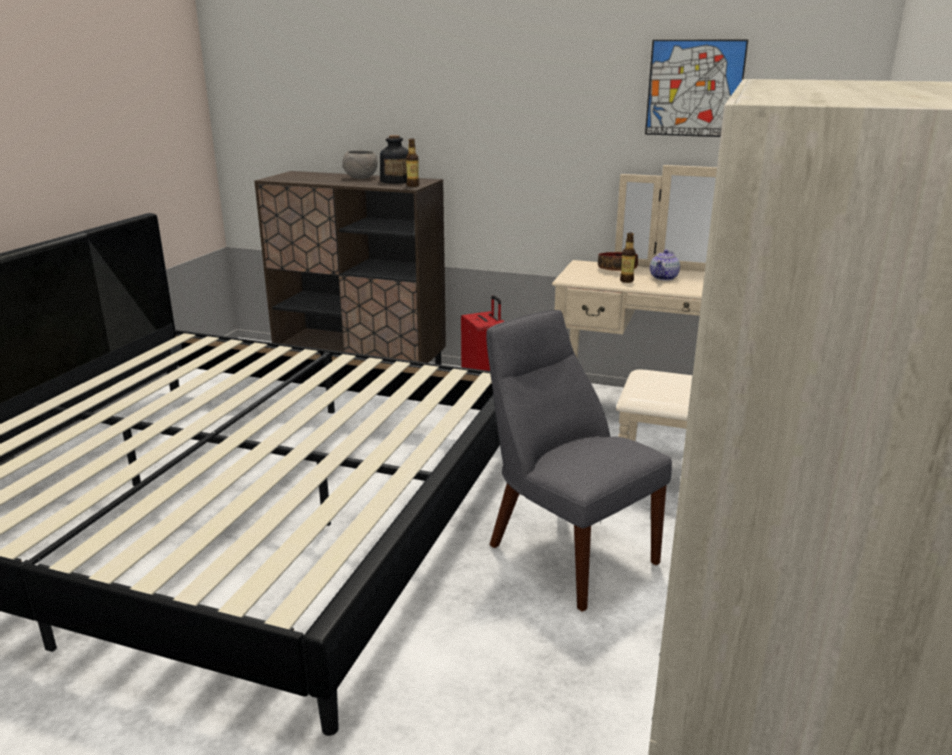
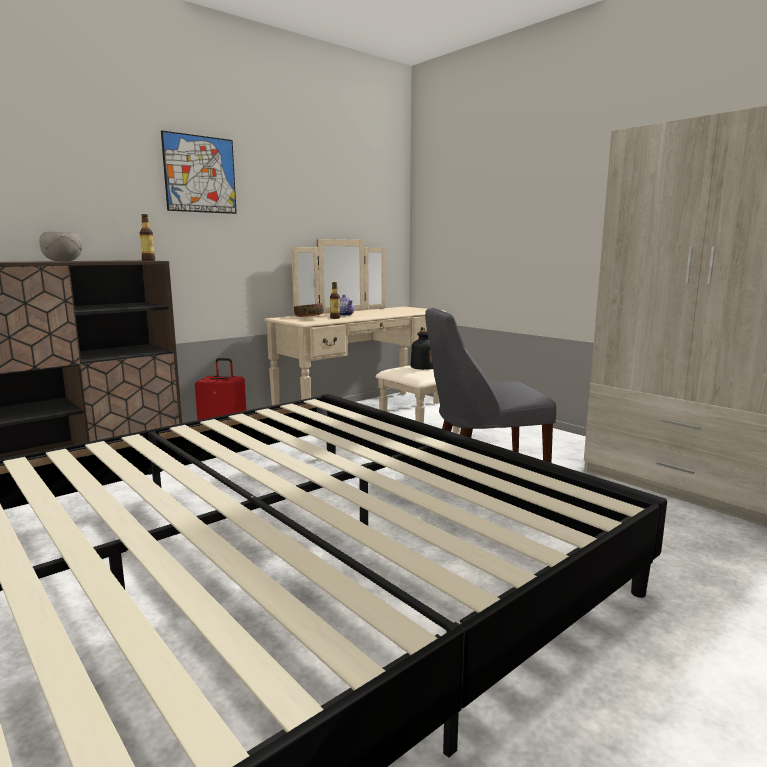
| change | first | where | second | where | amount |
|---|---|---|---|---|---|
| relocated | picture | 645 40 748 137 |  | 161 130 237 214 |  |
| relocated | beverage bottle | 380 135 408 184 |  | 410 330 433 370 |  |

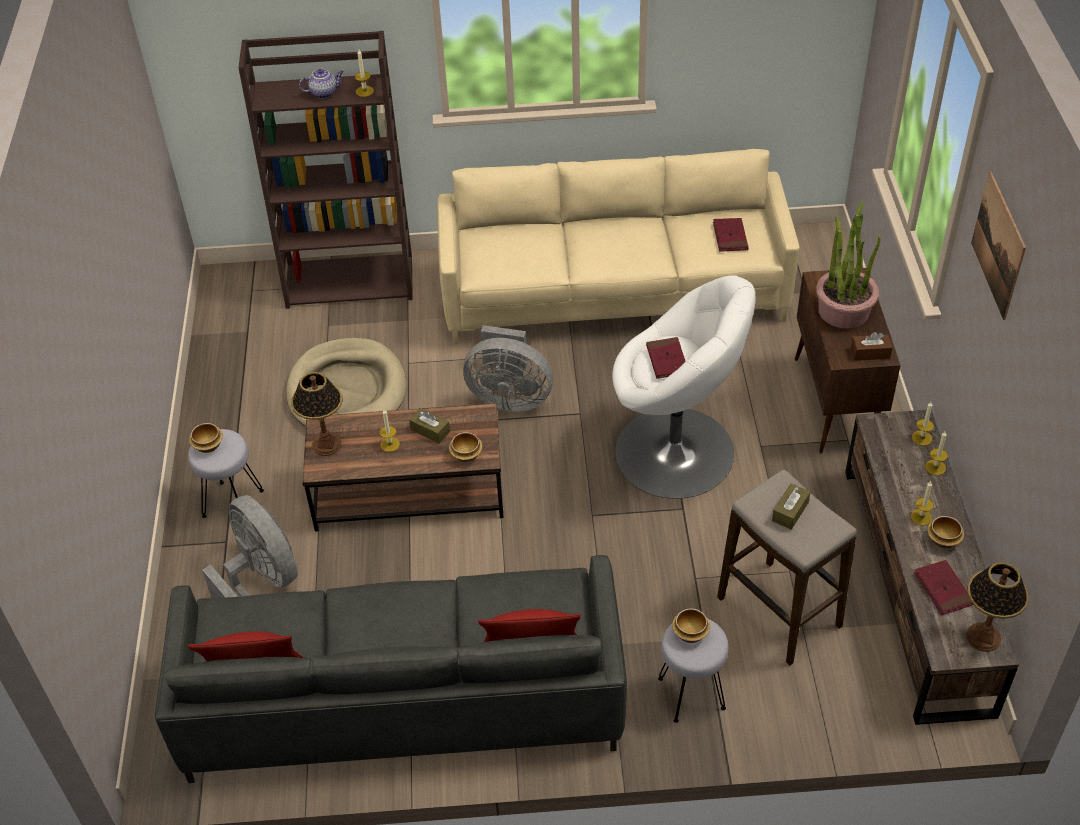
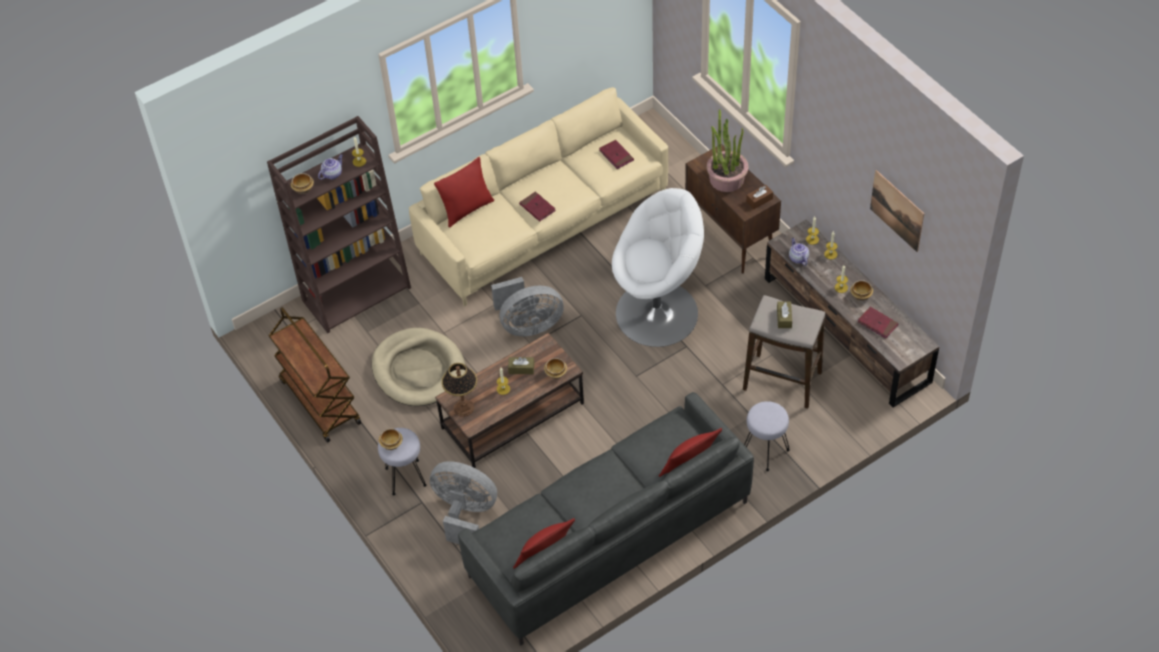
| change | first | where | second | where | amount |
|---|---|---|---|---|---|
| appeared |  |  | brownish wheeled cart | 269 307 361 442 |  |
| relocated | bowl | 672 609 710 643 |  | 291 173 314 194 |  |
| appeared |  |  | red pillow | 434 157 494 227 |  |
| relocated | red book | 646 337 686 379 |  | 519 191 556 222 |  |
| appeared |  |  | tea pot | 789 238 809 266 |  |
| relocated | picture | 971 171 1026 320 |  | 870 170 924 252 |  |
| missing | lamp for a table | 966 562 1029 652 |  |  |  |

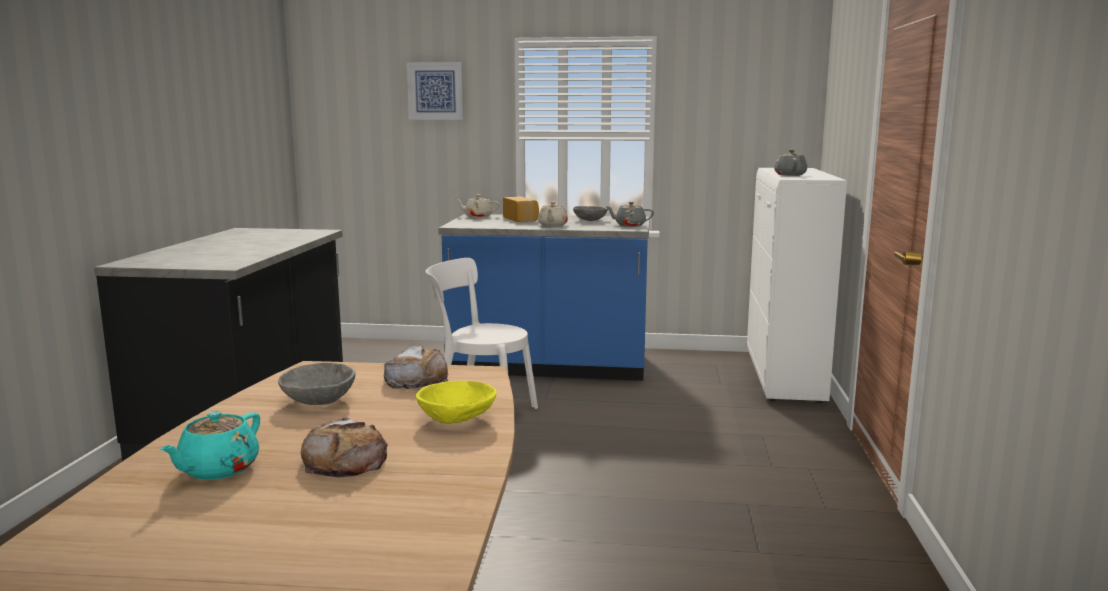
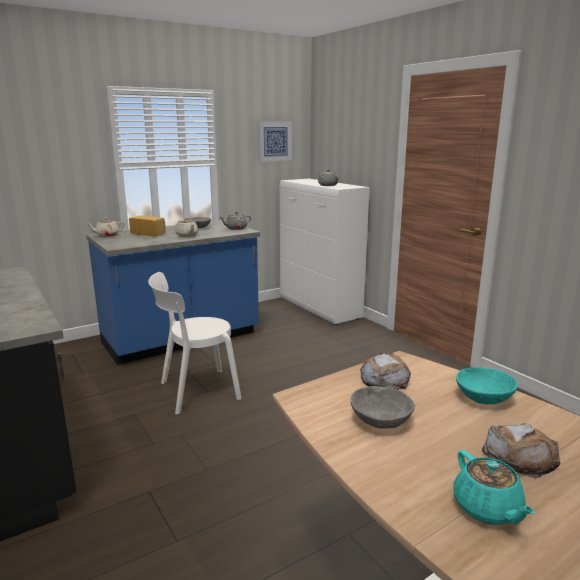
| change | first | where | second | where | amount |
|---|---|---|---|---|---|
| relocated | picture | 407 62 464 120 |  | 258 121 292 162 |  |
| colour | yellowish bowl | 416 381 497 424 | turquoise bowl | 456 367 518 405 |  |

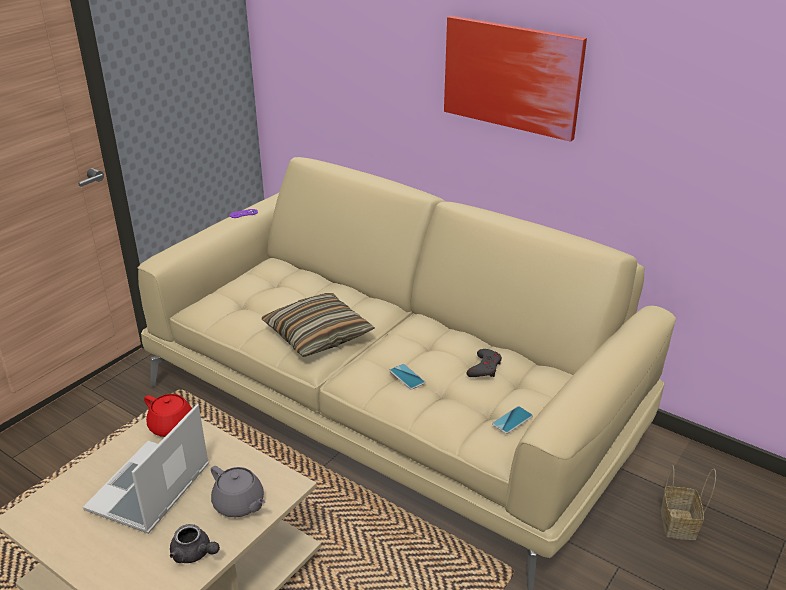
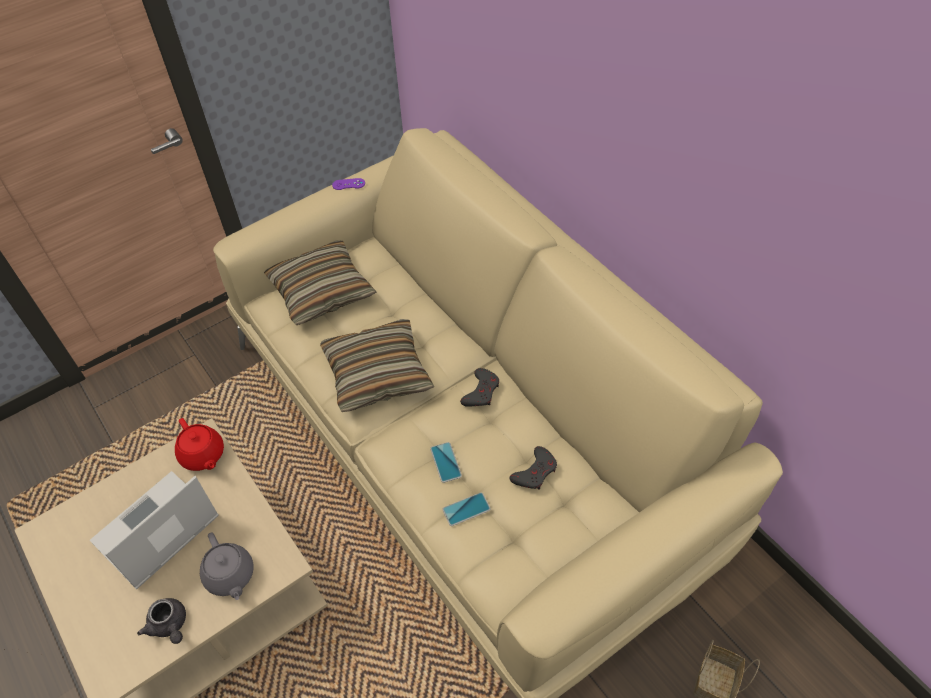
| change | first | where | second | where | amount |
|---|---|---|---|---|---|
| appeared |  |  | pillow | 264 241 376 325 |  |
| relocated | phone | 492 406 533 434 |  | 442 493 490 526 |  |
| appeared |  |  | greyish game controller | 460 368 499 407 |  |
| missing | picture | 444 16 587 142 |  |  |  |

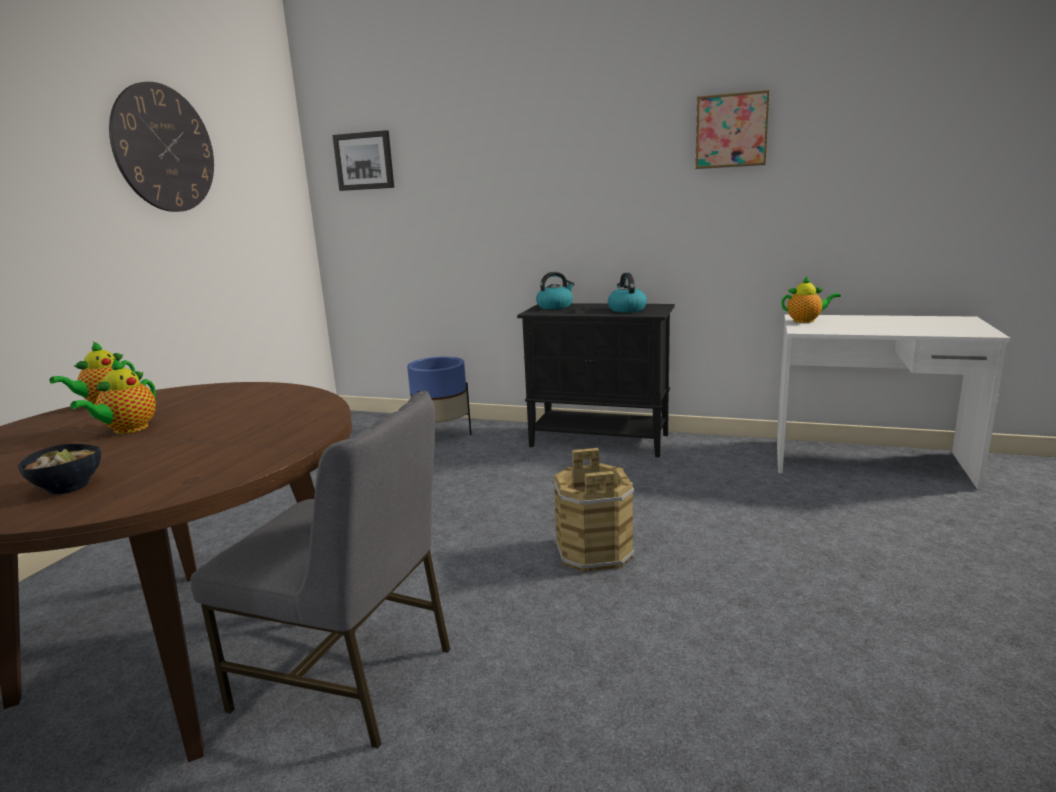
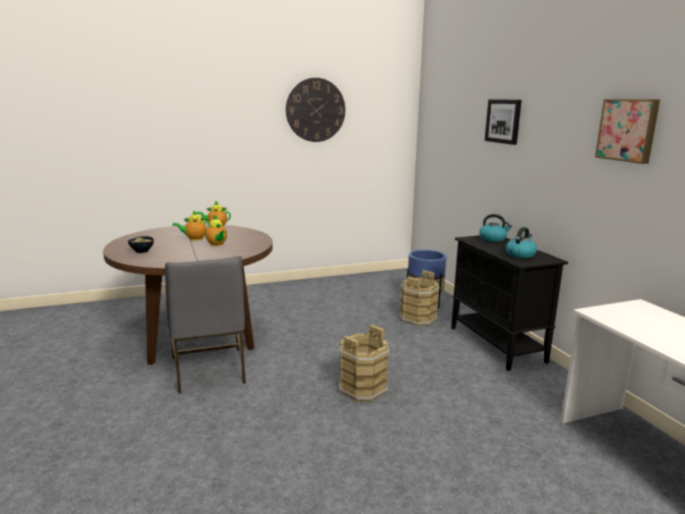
| change | first | where | second | where | amount |
|---|---|---|---|---|---|
| relocated | tea pot | 781 276 841 323 |  | 205 215 227 246 |  |
| appeared |  |  | brownish pail | 399 270 440 326 |  |
| relocated | picture | 332 130 394 191 |  | 485 99 522 145 |  |

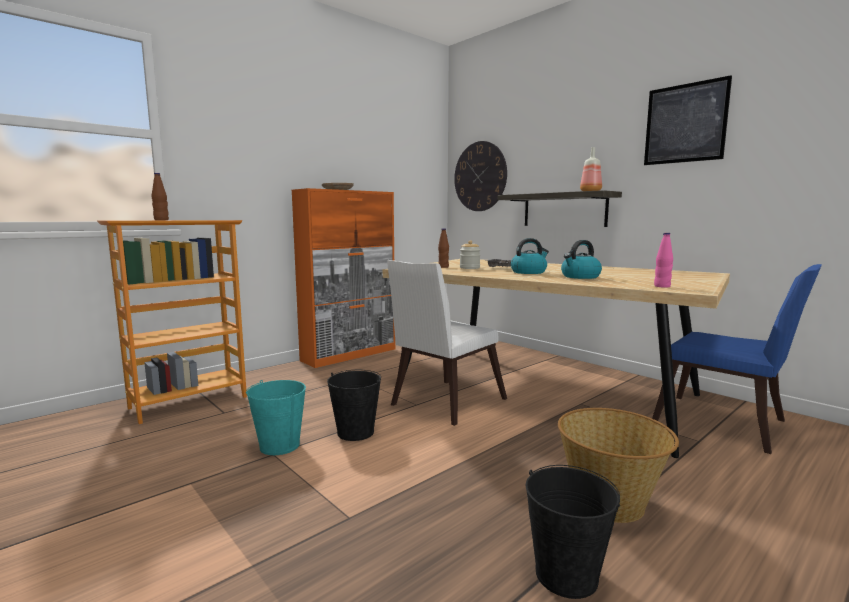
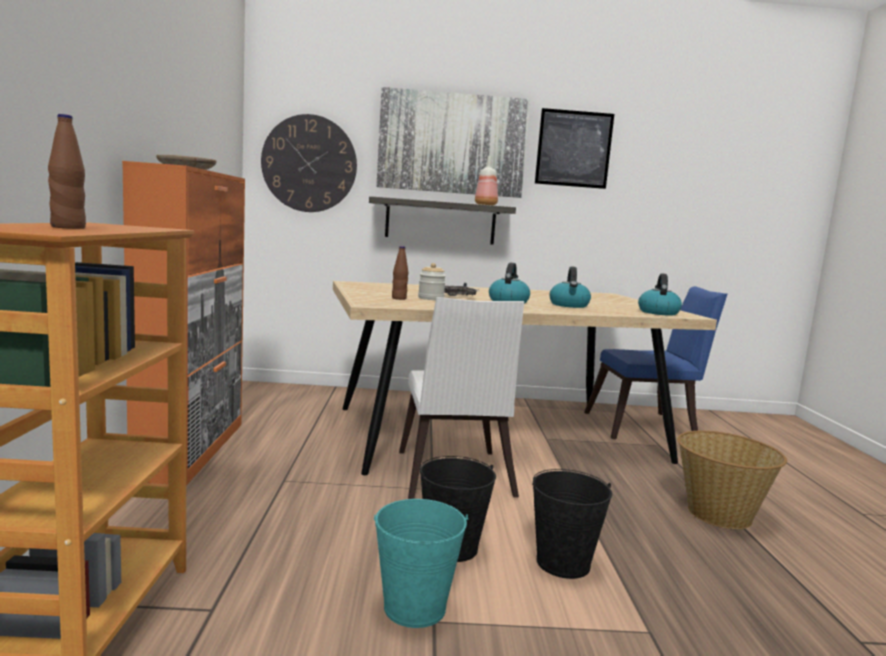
| change | first | where | second | where | amount |
|---|---|---|---|---|---|
| appeared |  |  | picture | 376 87 530 198 |  |
| relocated | black pail | 526 465 620 599 |  | 532 469 612 579 |  |
| exchanged | pinkish beverage bottle | 654 233 673 288 | tea kettle | 638 274 682 316 |  |

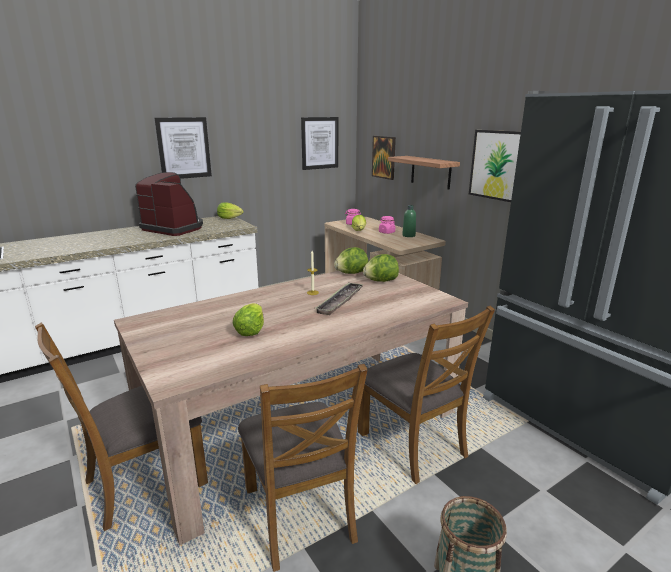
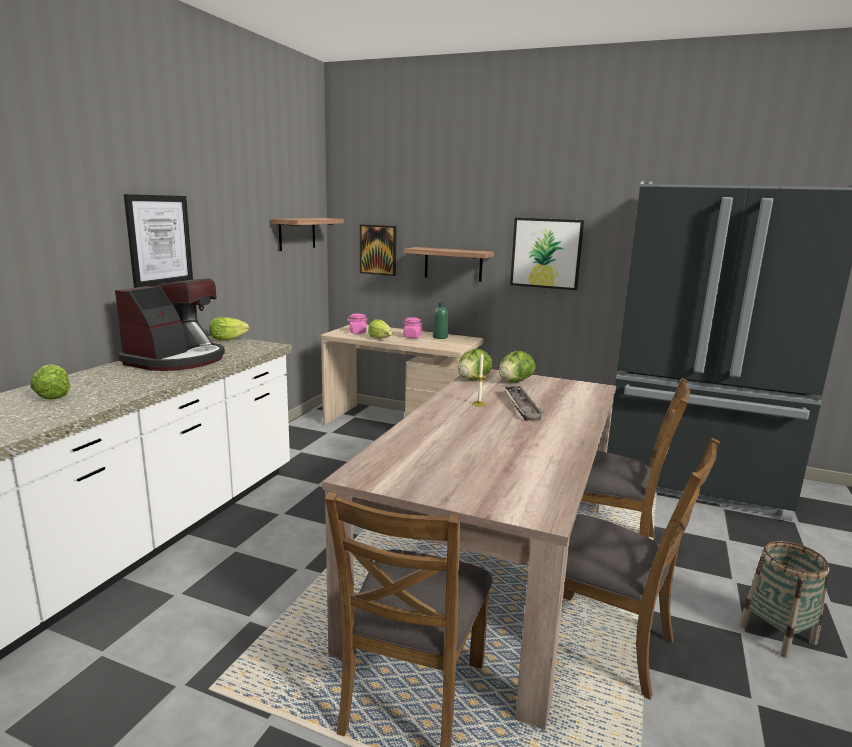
| change | first | where | second | where | amount |
|---|---|---|---|---|---|
| relocated | lettuce | 233 303 264 336 |  | 31 364 70 400 |  |
| spun | coffee maker | 135 172 203 236 |  | 115 279 225 371 | 120 degrees clockwise |
| exchanged | picture | 301 117 338 170 | bracket shelf | 271 218 344 251 |  |

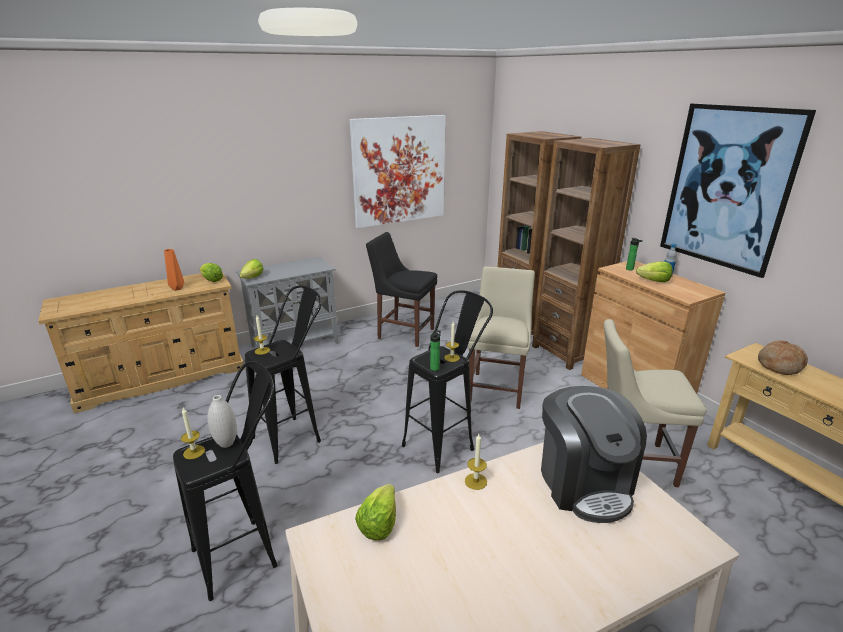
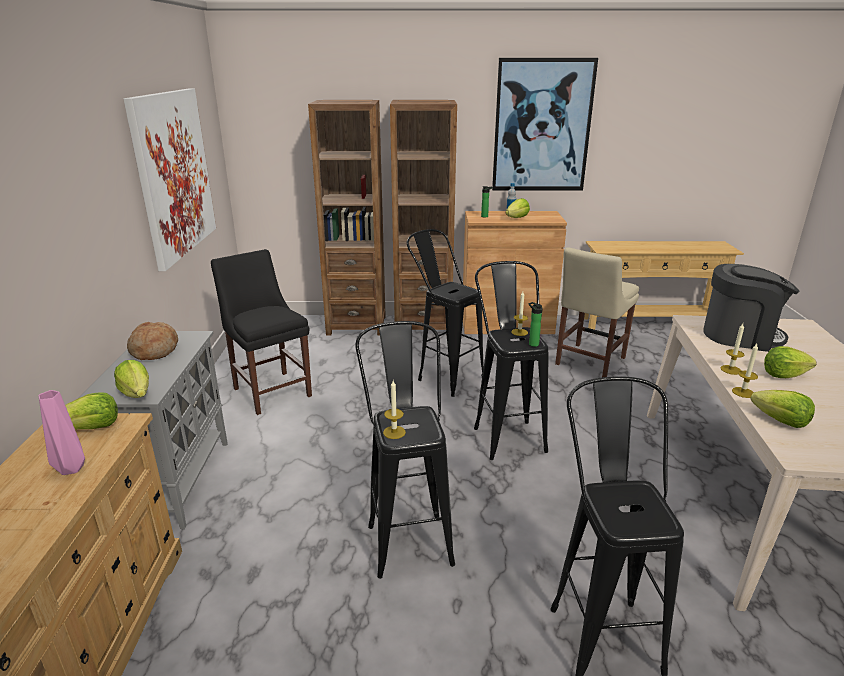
| change | first | where | second | where | amount |
|---|---|---|---|---|---|
| colour | orange flower vase | 164 249 184 291 | pinkish flower vase | 38 390 85 475 |  |
| relocated | baked bread | 758 340 808 375 |  | 127 322 178 360 |  |
| spun | black plain chair | 366 232 437 347 |  | 211 249 312 415 | 90 degrees clockwise |
| exchanged | beige-coloured plain chair | 468 266 535 409 | black stool seat | 407 229 484 397 |  |
| relocated | candle | 181 408 205 459 |  | 732 344 758 398 |  |
| appeared |  |  | lettuce | 764 346 817 378 |  |
| missing | white-coloured flower vase | 208 395 237 448 |  |  |  |

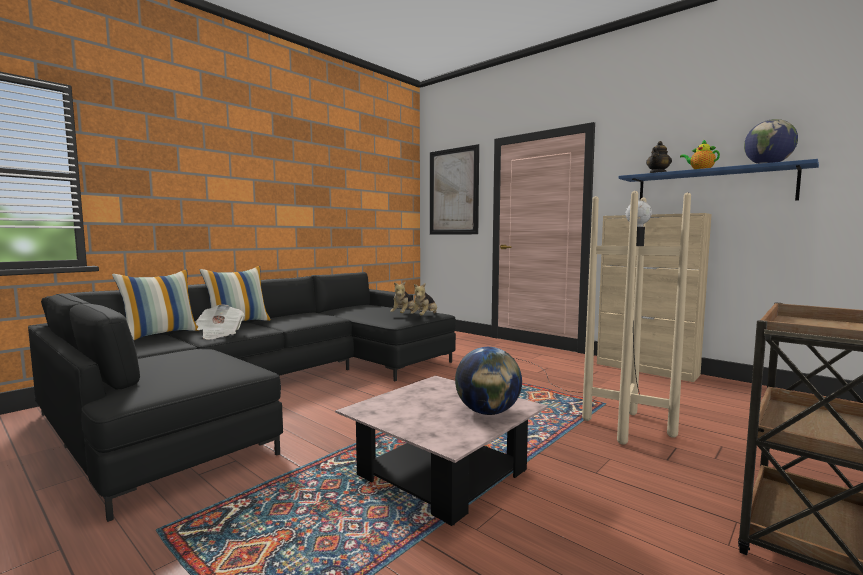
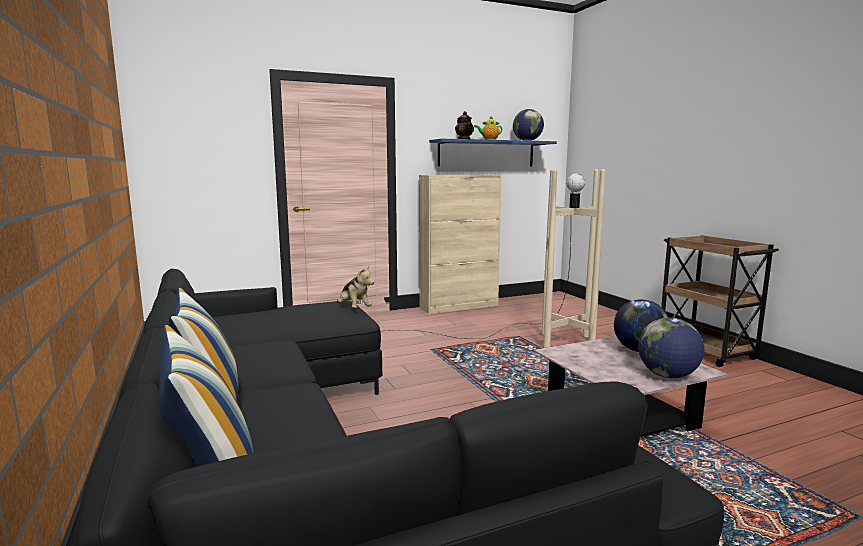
| change | first | where | second | where | amount |
|---|---|---|---|---|---|
| appeared |  |  | desk globe | 638 317 704 378 |  |
| missing | daily paper | 195 305 244 339 |  |  |  |
| missing | cuddly toy | 390 282 415 313 |  |  |  |
| missing | picture | 430 144 479 235 |  |  |  |

